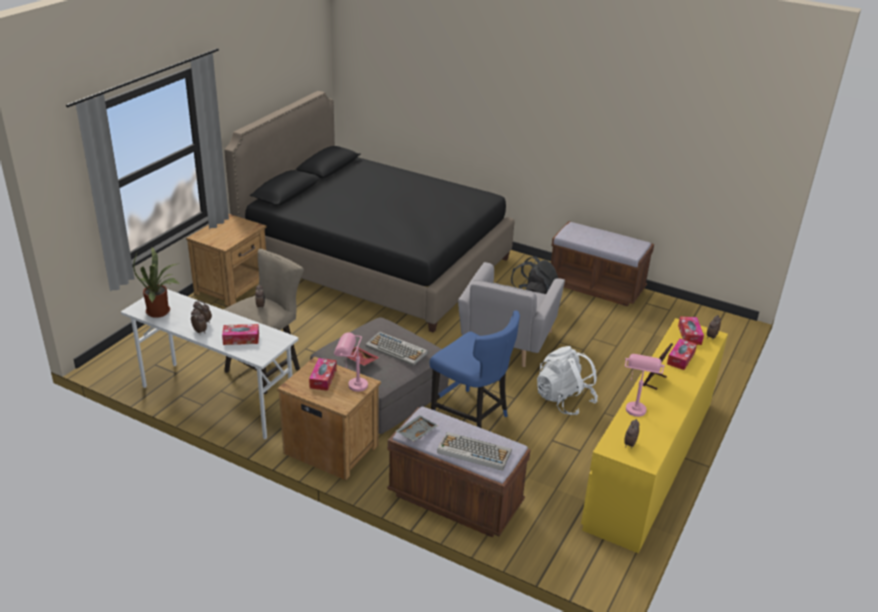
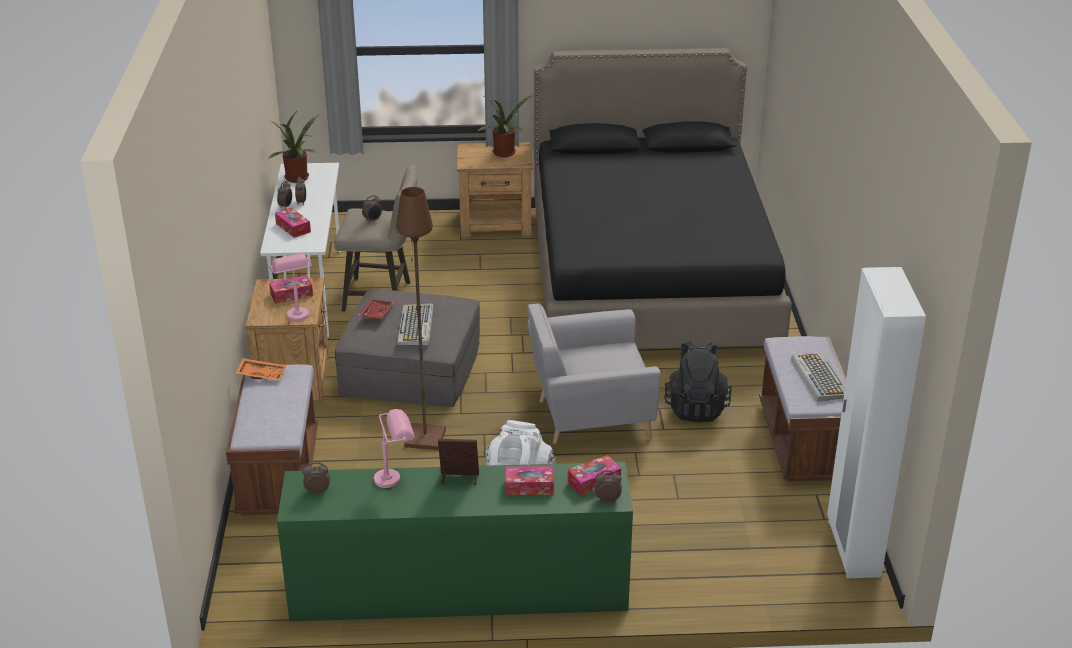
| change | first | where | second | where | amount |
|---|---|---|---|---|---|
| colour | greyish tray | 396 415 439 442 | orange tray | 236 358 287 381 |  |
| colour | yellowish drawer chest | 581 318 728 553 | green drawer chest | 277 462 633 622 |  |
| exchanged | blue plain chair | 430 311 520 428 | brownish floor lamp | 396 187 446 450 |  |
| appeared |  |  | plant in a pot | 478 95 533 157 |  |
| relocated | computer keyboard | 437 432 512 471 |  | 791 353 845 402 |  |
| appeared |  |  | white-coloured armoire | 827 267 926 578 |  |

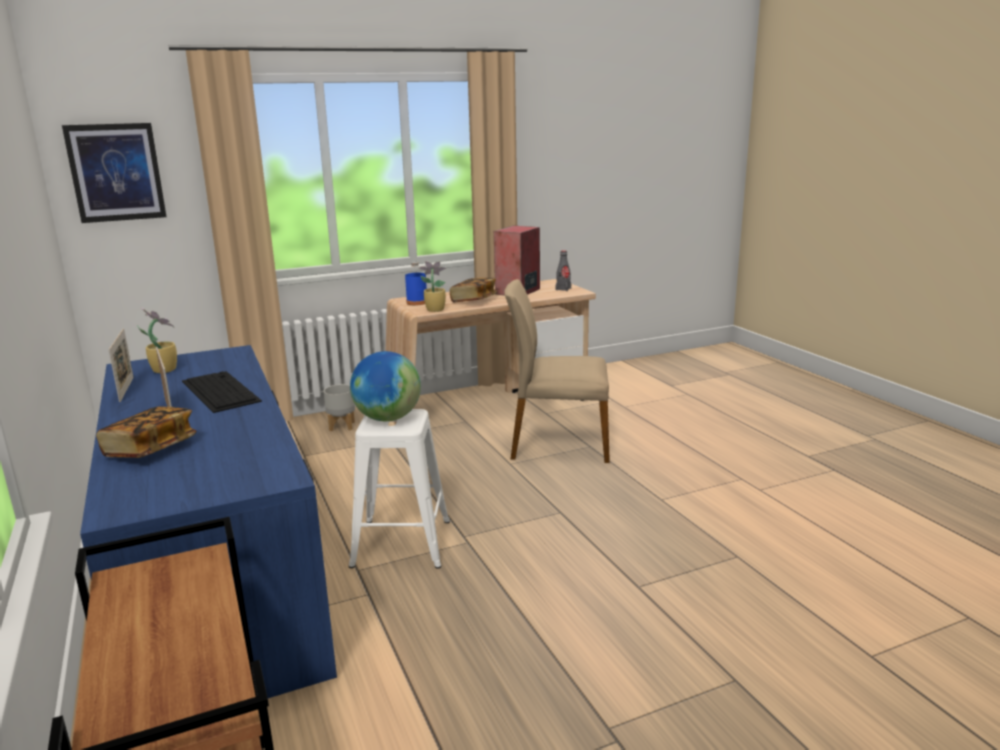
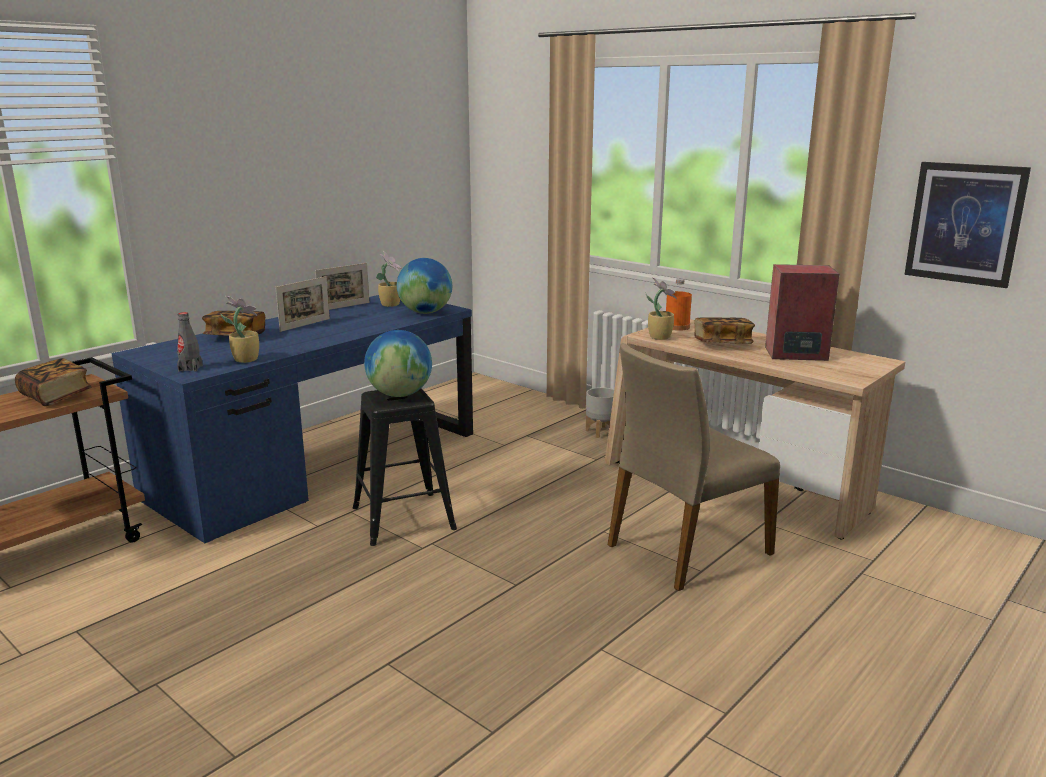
| change | first | where | second | where | amount |
|---|---|---|---|---|---|
| appeared |  |  | book | 15 358 92 406 |  |
| relocated | greyish beverage bottle | 555 250 571 291 |  | 177 312 203 372 |  |
| appeared |  |  | plant in a pot | 221 296 259 363 |  |
| colour | white-coloured stool seat | 349 409 450 569 | black stool seat | 353 388 457 546 |  |
| appeared |  |  | desk globe | 397 258 452 314 |  |
| spun | beige-coloured plain chair | 504 279 610 463 |  | 608 343 780 591 | 105 degrees counterclockwise |
| colour | blue beverage bottle | 405 262 427 305 | orange beverage bottle | 666 279 692 331 |  |
| relocated | picture | 62 123 167 223 |  | 904 162 1031 288 |  |
| missing | computer keyboard | 182 371 262 413 |  |  |  |

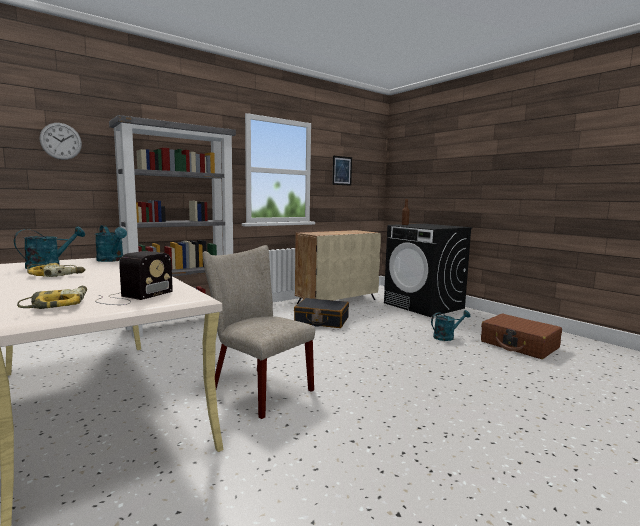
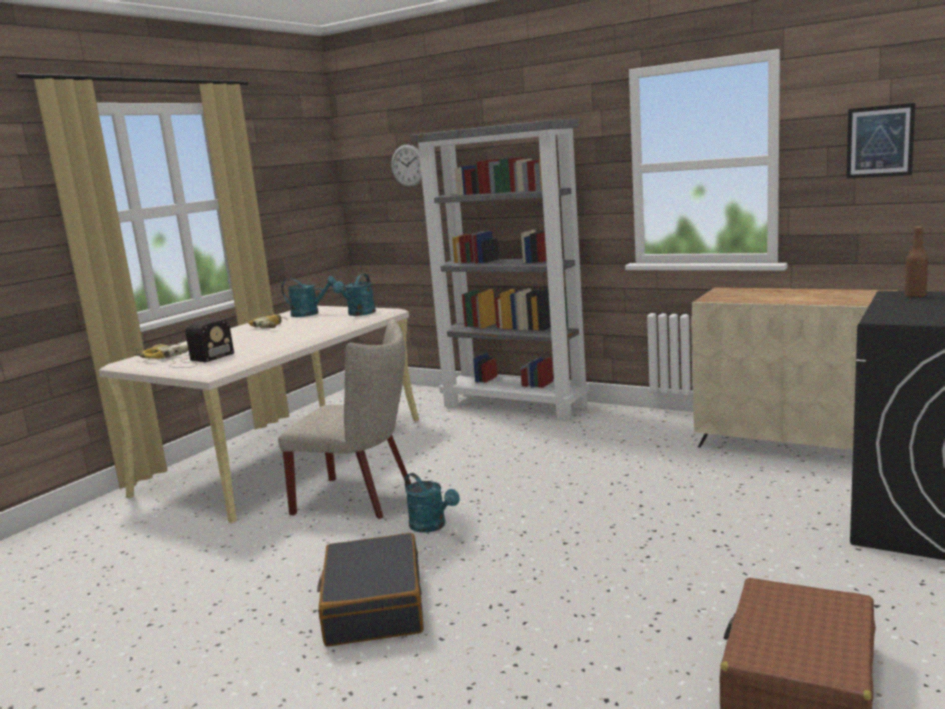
| change | first | where | second | where | amount |
|---|---|---|---|---|---|
| spun | radio set | 95 251 173 305 |  | 169 319 234 368 | 60 degrees counterclockwise |
| spun | beige-coloured plain chair | 203 245 315 419 |  | 278 319 411 519 | 90 degrees clockwise |
| relocated | black travel case | 294 298 349 328 |  | 317 533 424 647 |  |
| relocated | turquoise watering can | 431 310 470 341 |  | 405 473 460 533 |  |

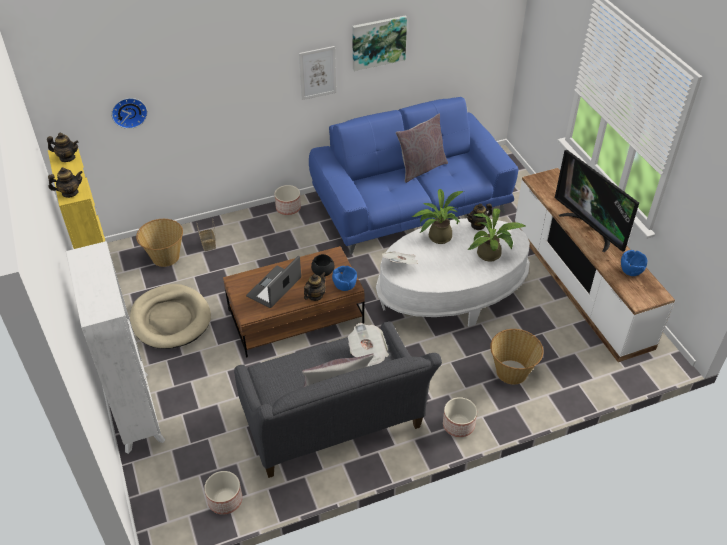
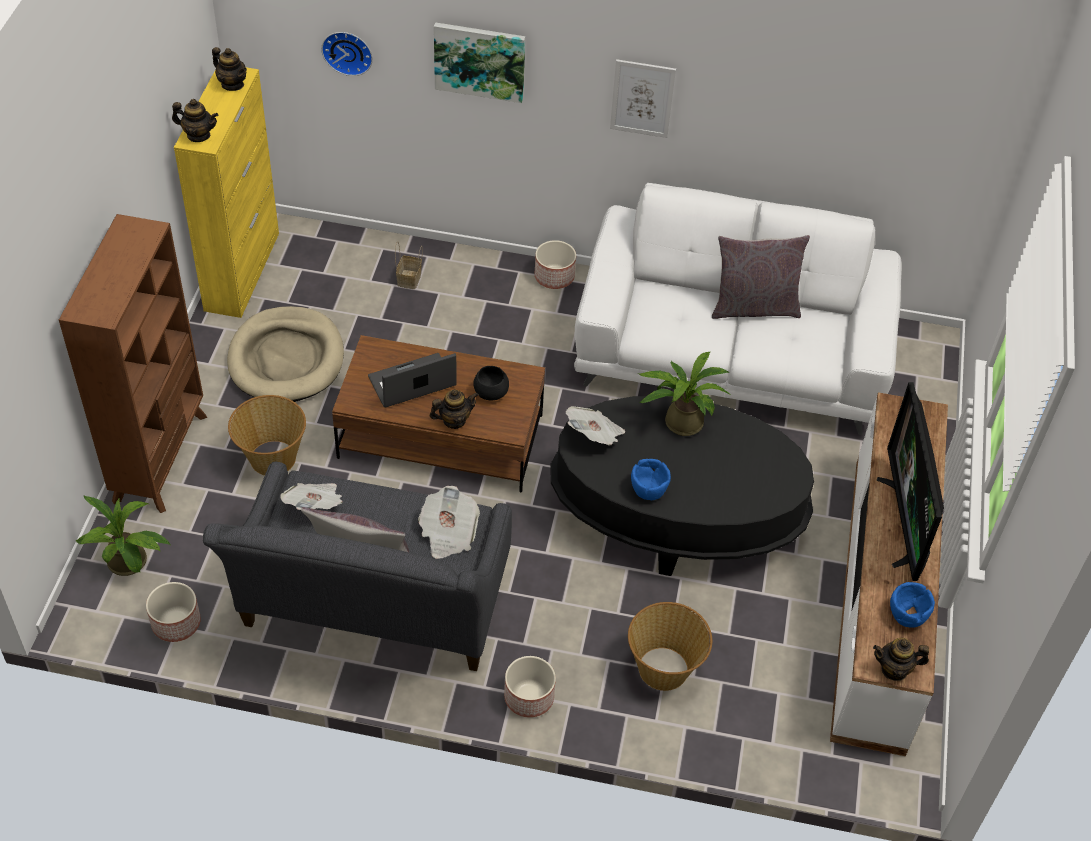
| change | first | where | second | where | amount |
|---|---|---|---|---|---|
| colour | white-coloured shelving unit | 66 241 165 454 | brownish shelving unit | 59 214 207 513 |  |
| relocated | plant in a pot | 467 208 527 262 |  | 76 496 170 576 |  |
| relocated | basket | 136 219 183 267 |  | 228 395 306 475 |  |
| appeared |  |  | daily paper | 280 483 342 510 |  |
| relocated | picture | 352 16 407 71 |  | 434 22 525 103 |  |
| colour | white-coloured lounge table | 376 218 530 327 | black lounge table | 550 396 814 576 |  |
| colour | blue sofa | 309 97 518 254 | white-coloured sofa | 574 183 902 435 |  |
| relocated | blue bowl | 332 266 357 291 |  | 631 459 671 500 |  |
| relocated | tea pot | 467 203 492 230 |  | 873 638 929 681 |  |

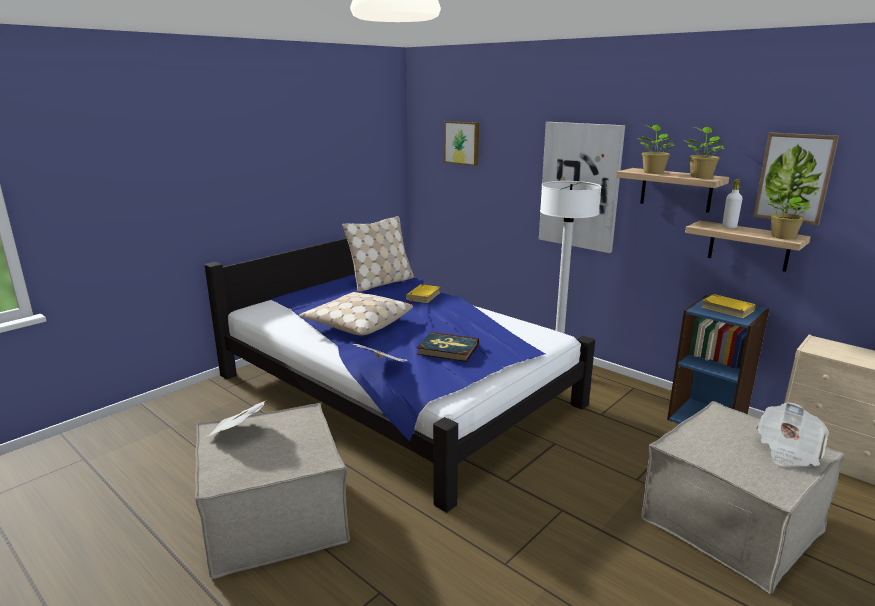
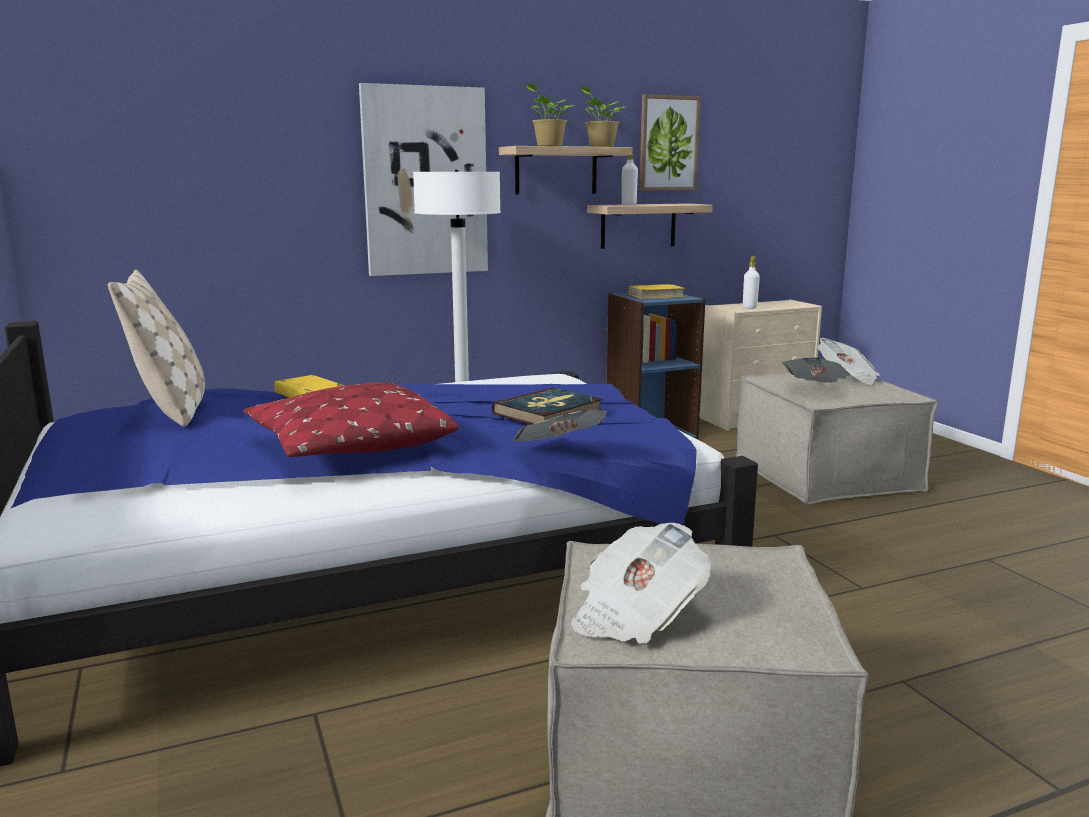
| change | first | where | second | where | amount |
|---|---|---|---|---|---|
| colour | beige-coloured pillow | 299 292 413 335 | red pillow | 243 382 459 457 |  |
| appeared |  |  | white-coloured beverage bottle | 743 256 760 309 |  |
| appeared |  |  | daily paper | 782 358 850 383 |  |
| missing | picture | 444 121 479 166 |  |  |  |
| missing | plant in a pot | 764 185 810 239 |  |  |  |

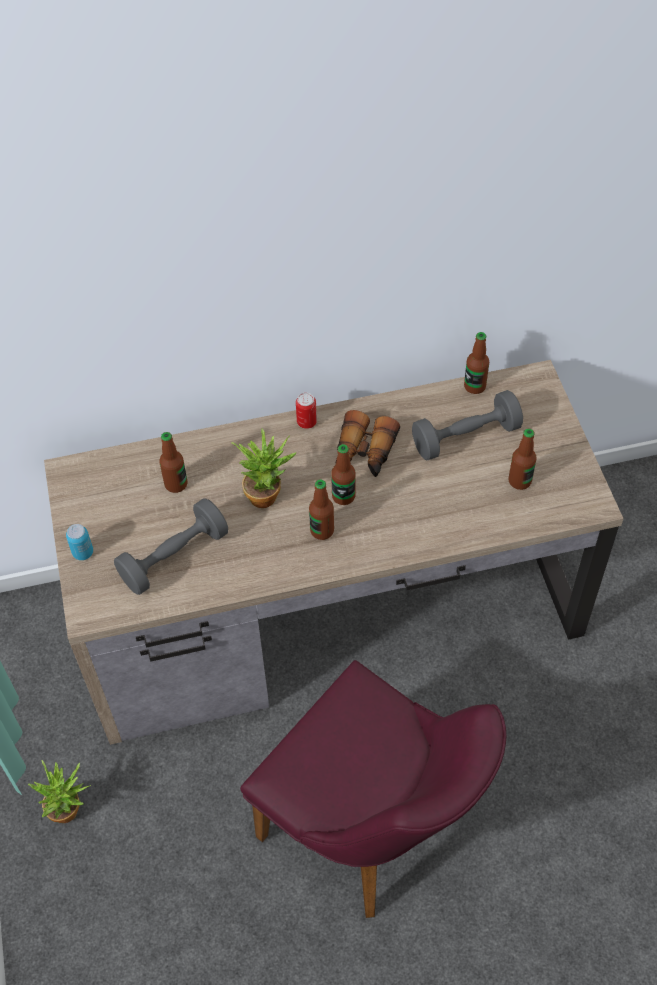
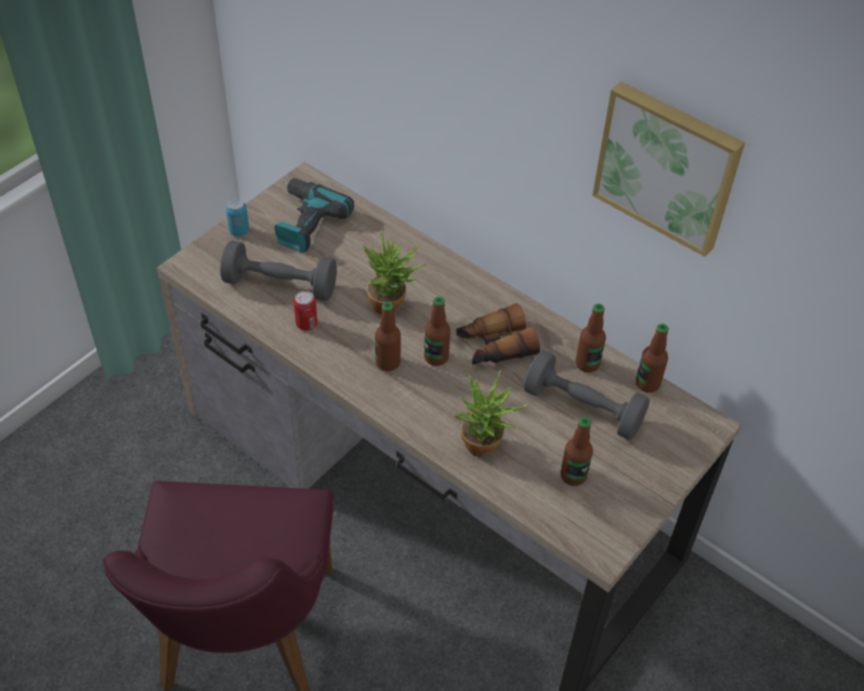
| change | first | where | second | where | amount |
|---|---|---|---|---|---|
| appeared |  |  | electric drill | 275 178 354 253 |  |
| relocated | metal can | 296 393 317 429 |  | 294 291 317 330 |  |
| relocated | plant in a pot | 28 760 91 823 |  | 453 370 529 458 |  |
| relocated | beverage bottle | 159 432 187 493 |  | 576 304 606 373 |  |
| appeared |  |  | picture | 592 82 745 257 |  |

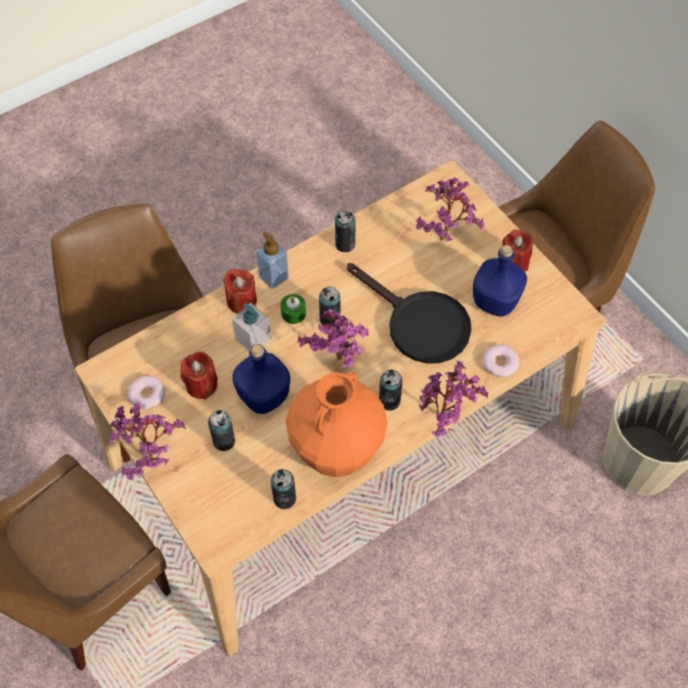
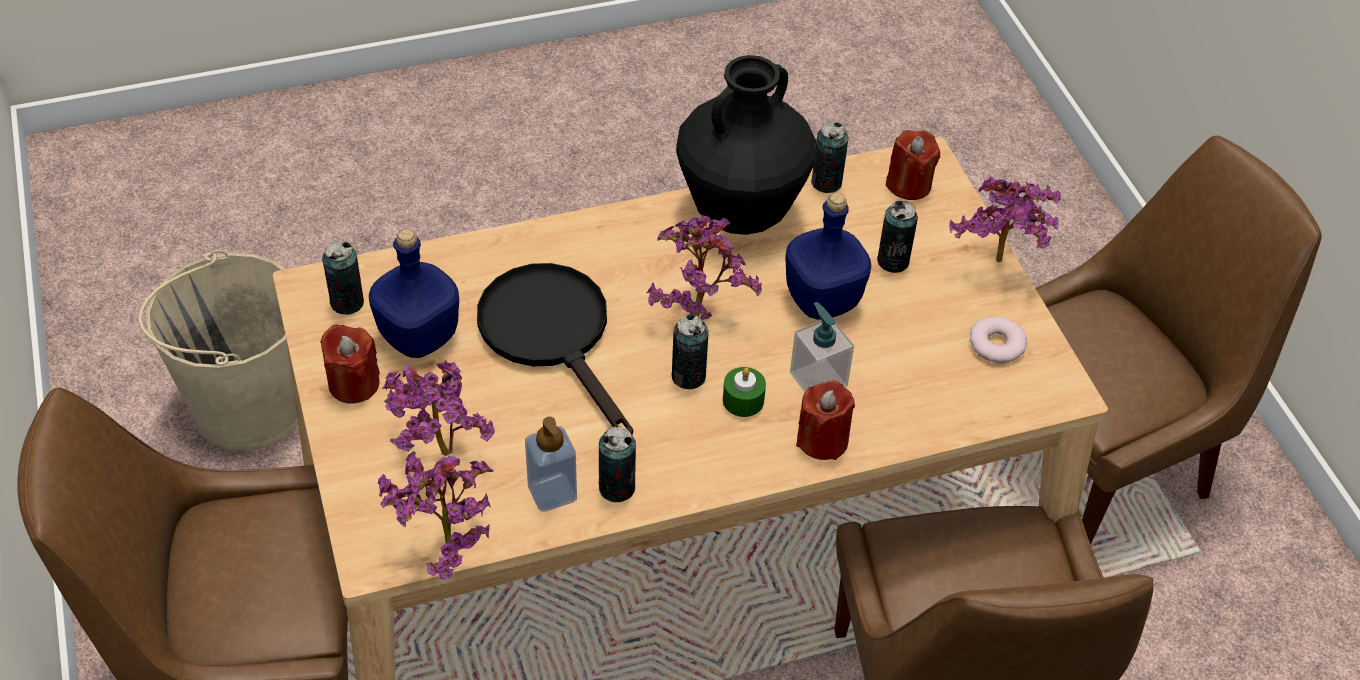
| change | first | where | second | where | amount |
|---|---|---|---|---|---|
| relocated | metal can | 379 370 403 411 |  | 322 241 364 315 |  |
| relocated | plant in a pot | 419 361 489 437 |  | 378 451 493 580 |  |
| relocated | soap bottle | 256 232 289 289 |  | 525 416 577 512 |  |
| colour | orange flower vase | 286 372 387 477 | black flower vase | 676 55 816 235 |  |
| relocated | red candle | 181 351 218 400 |  | 886 130 940 200 |  |
| missing | donut | 482 344 519 377 |  |  |  |

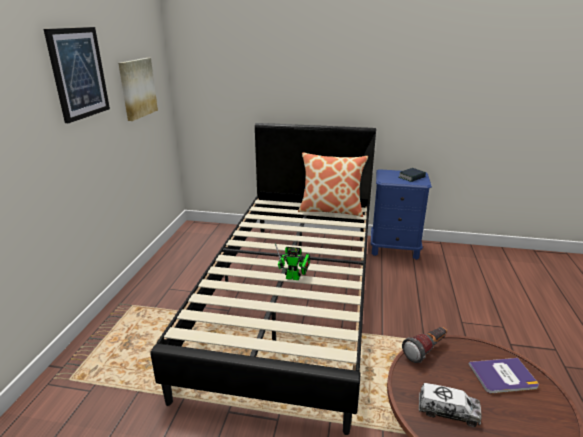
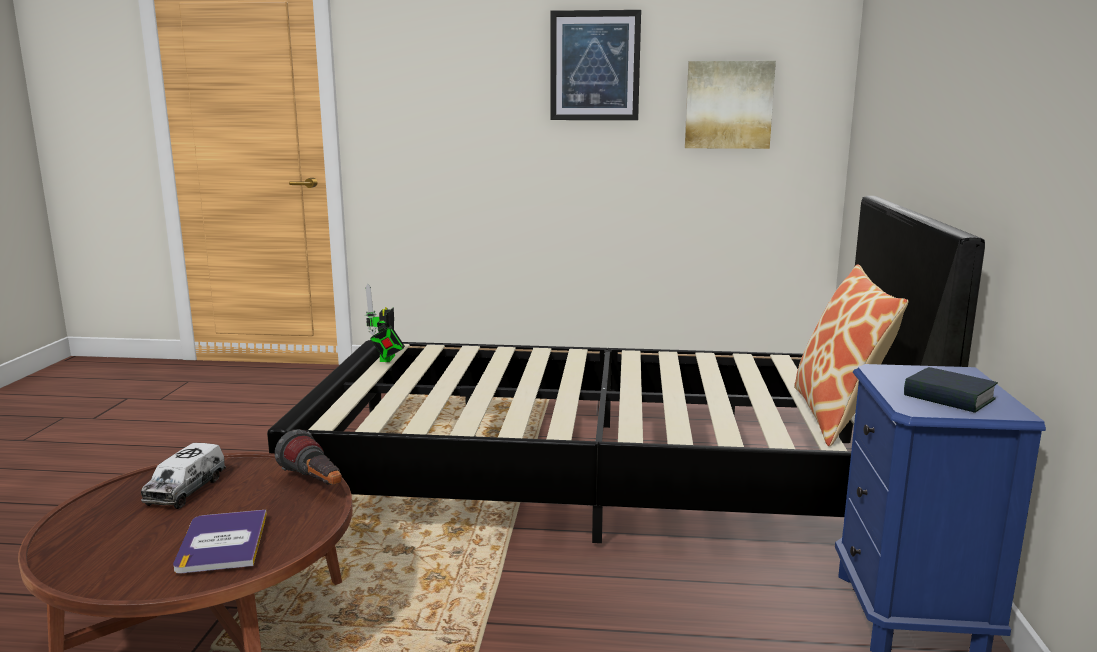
| change | first | where | second | where | amount |
|---|---|---|---|---|---|
| relocated | robot figure | 275 243 310 280 |  | 365 284 405 362 |  |

